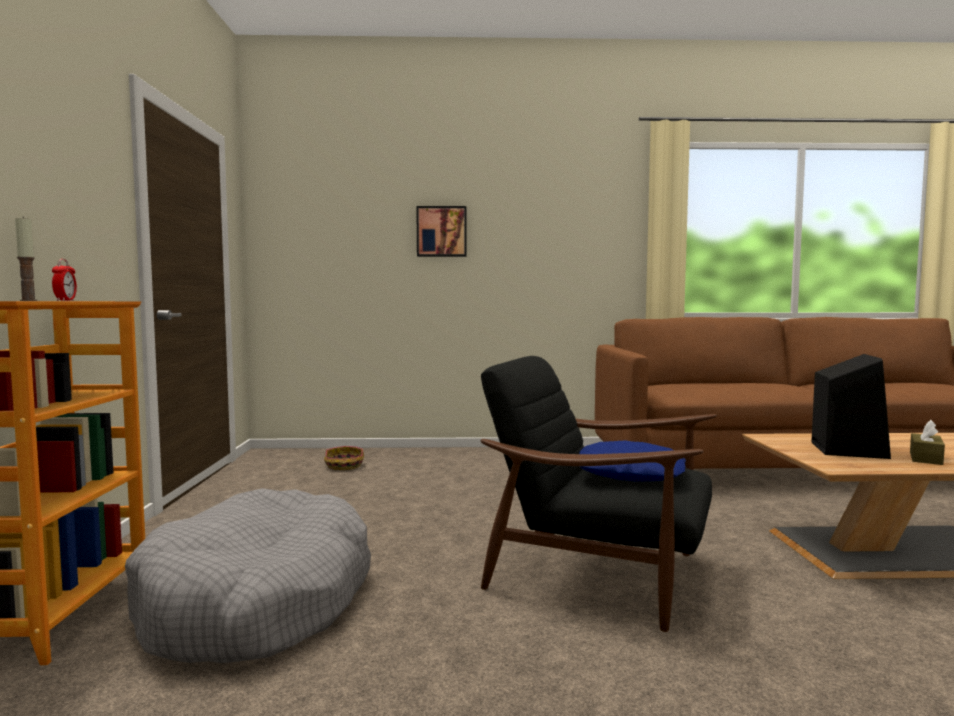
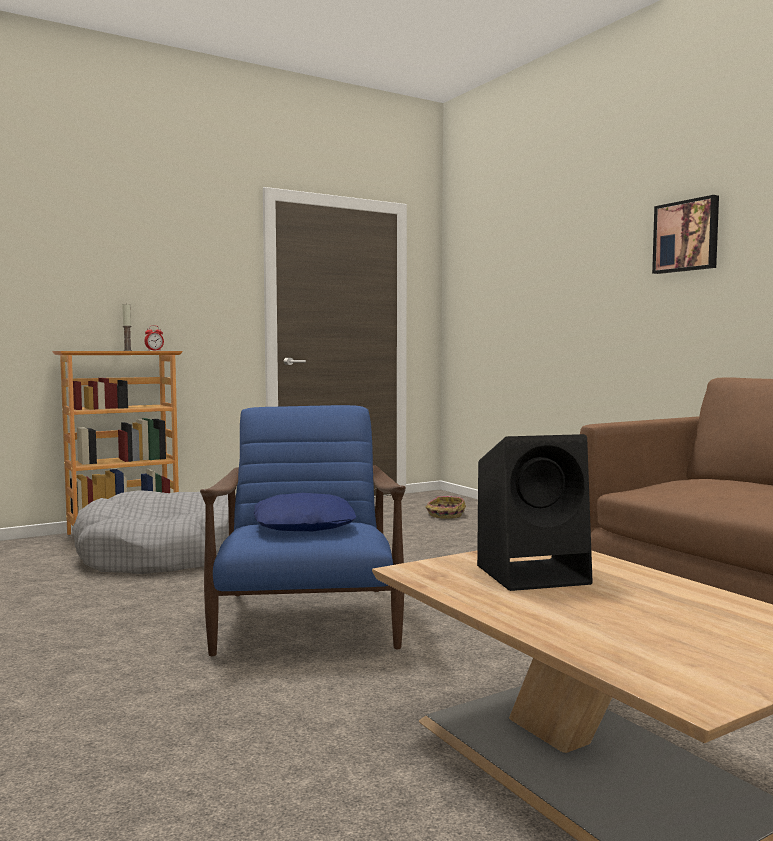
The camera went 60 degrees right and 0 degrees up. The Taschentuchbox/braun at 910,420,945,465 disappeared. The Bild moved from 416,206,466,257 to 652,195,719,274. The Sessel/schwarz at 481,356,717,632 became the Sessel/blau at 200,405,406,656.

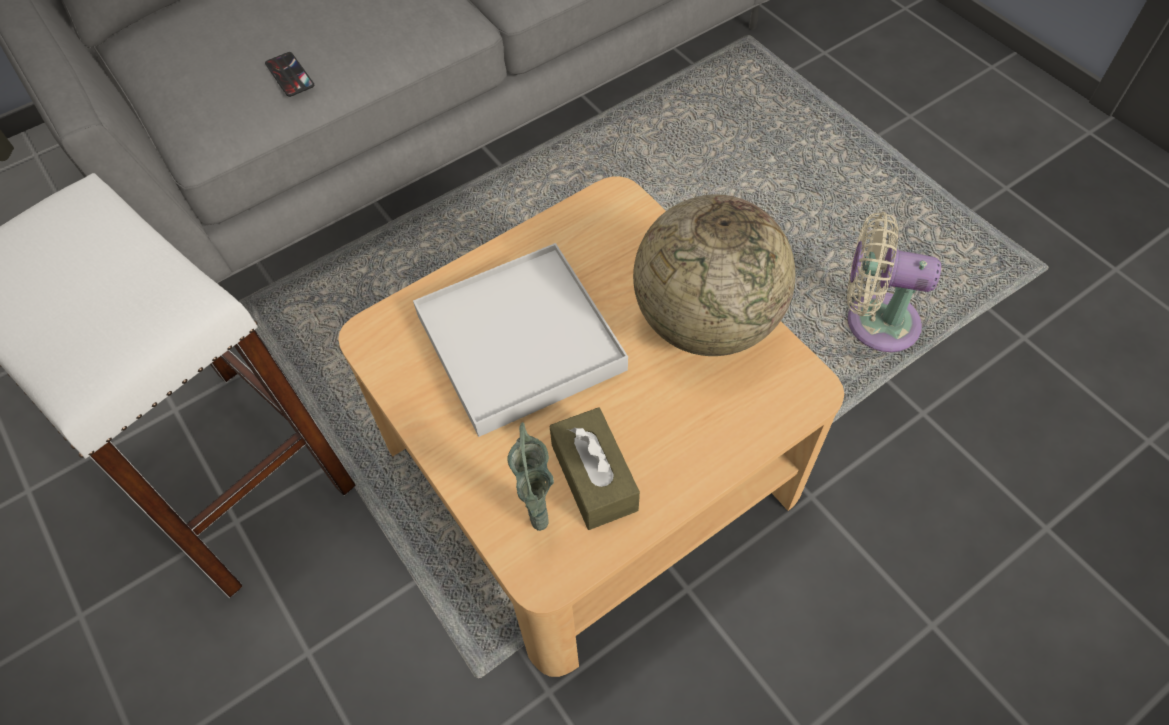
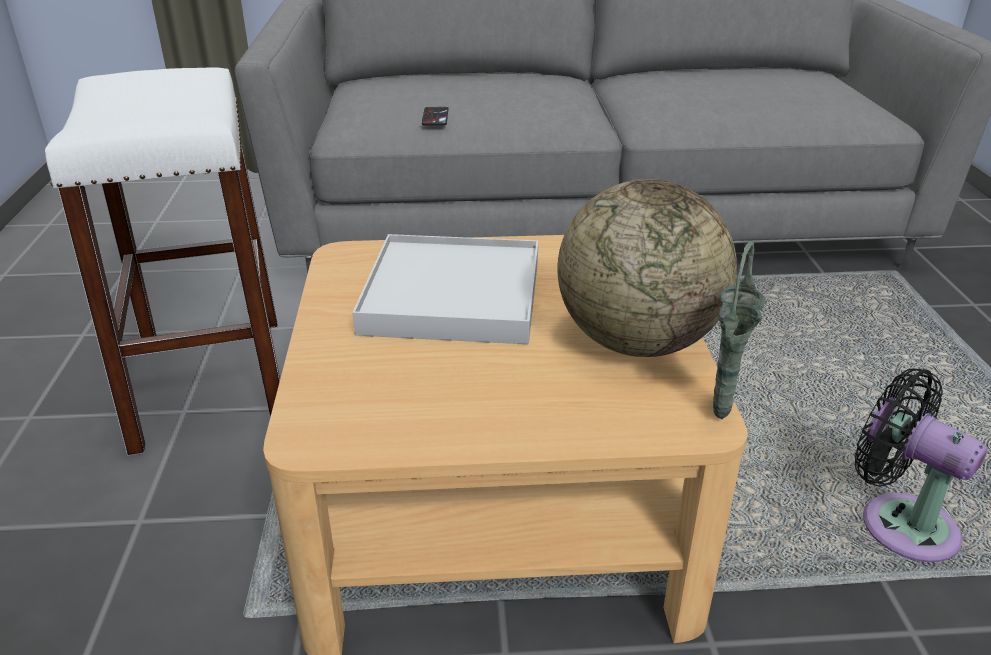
The camera went 30 degrees right and 25 degrees down. The Taschentuchbox/braun at 550,407,640,530 disappeared. The Vase/grün moved from 507,422,554,531 to 713,241,765,419. The Ventilator/beige at 847,212,941,352 became the Ventilator/schwarz at 855,368,987,562.

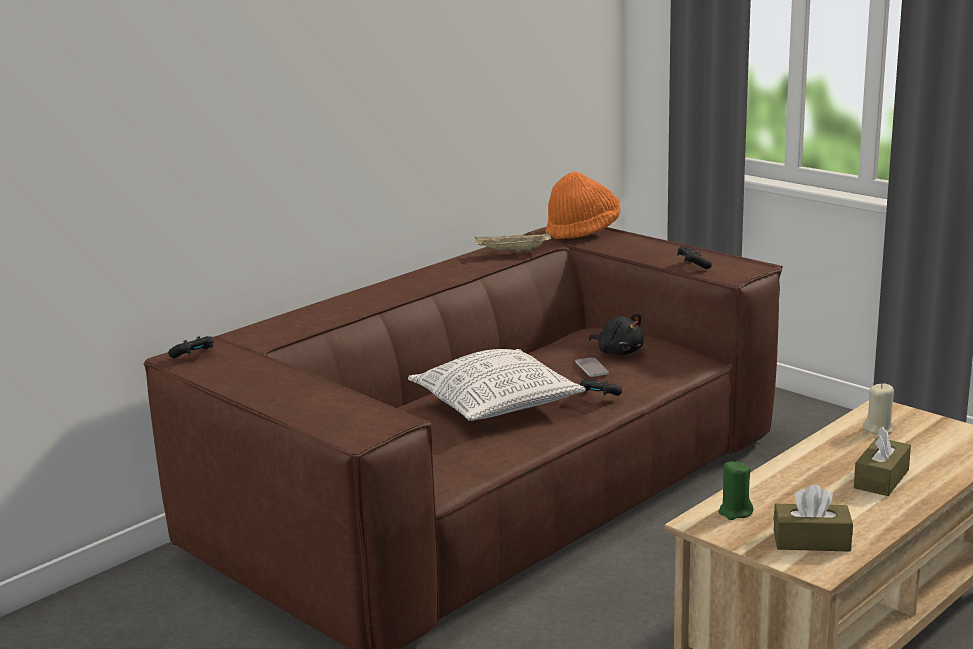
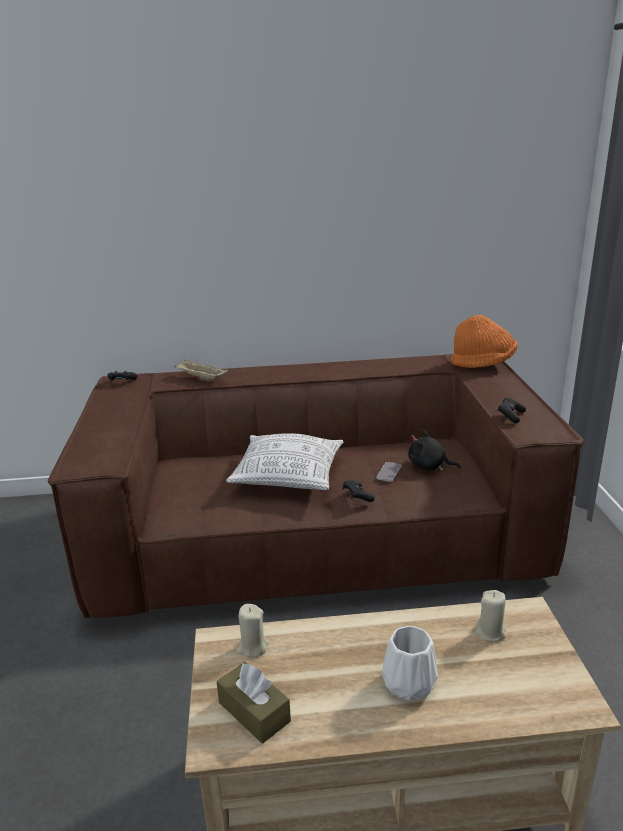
The camera went 40 degrees right and 5 degrees up. The Tablett/beige moved from 475,232,551,253 to 174,360,228,381. The Taschentuchbox/braun at 854,427,911,496 was replaced by the Vase/weiß at 382,626,438,701. The Kerze/grün at 719,461,753,520 became the Kerze/beige at 237,604,268,658. The Plüschtier/schwarz at 589,314,644,355 turned 120 degrees clockwise.

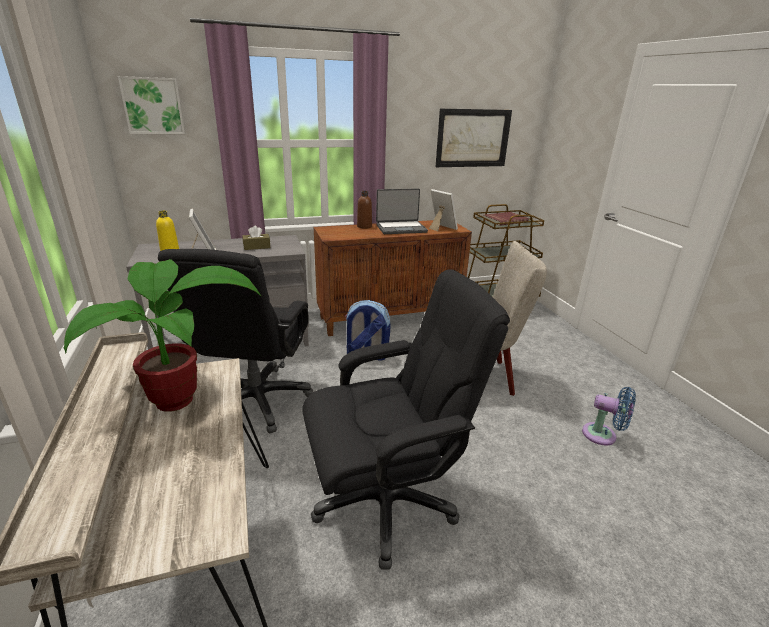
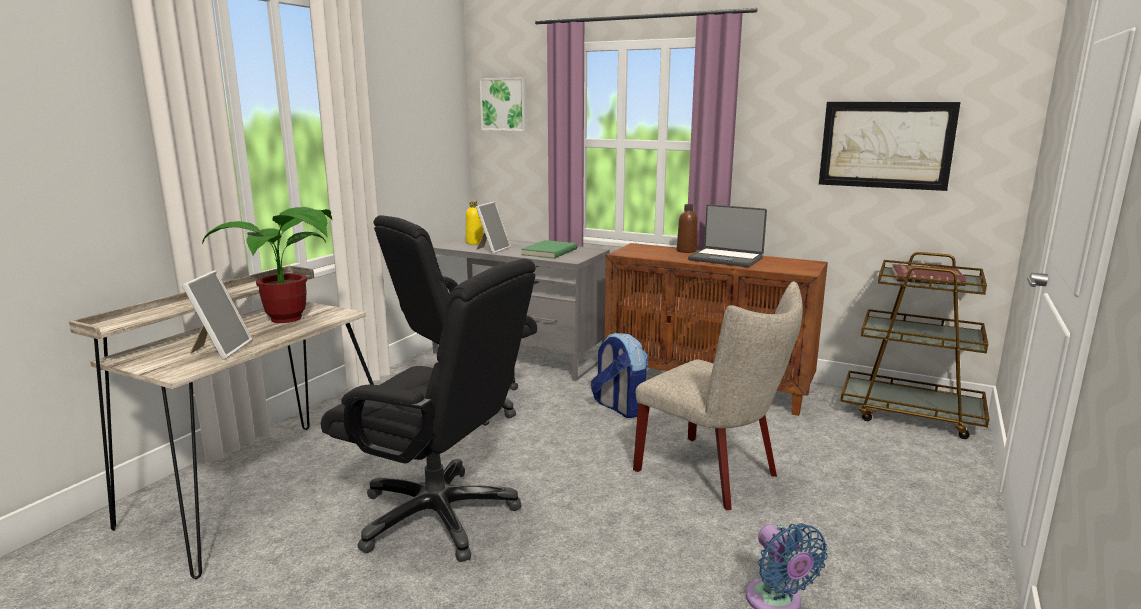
The camera went 45 degrees right and 10 degrees down. The Bilderrahmen moved from 429,189,458,231 to 182,270,253,360. The Taschentuchbox/braun at 242,226,270,250 was replaced by the Buch/grün at 521,240,578,259.

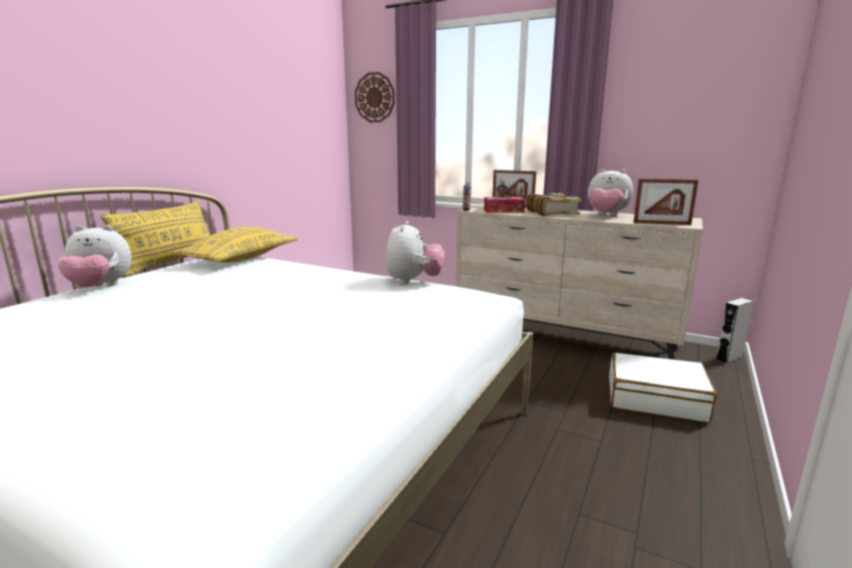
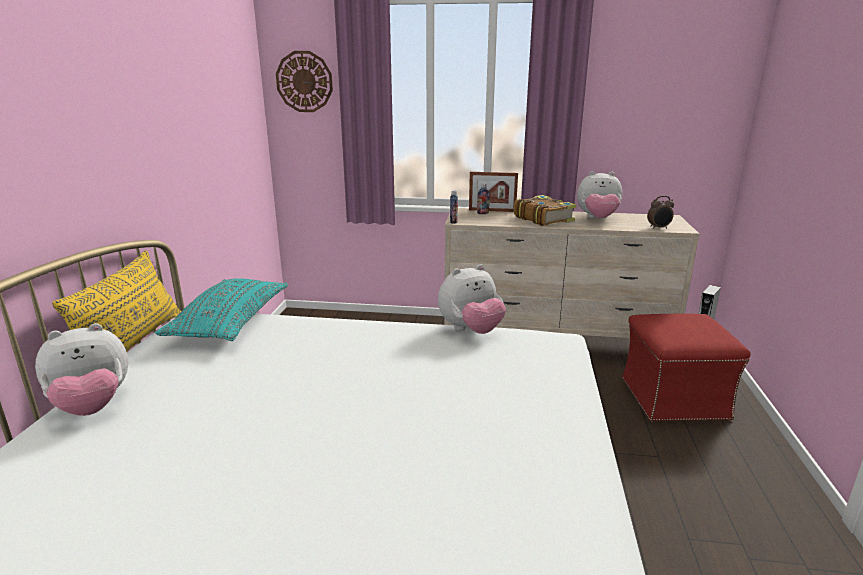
The camera went 20 degrees left and 5 degrees up. The Taschentuchbox at 484,197,525,213 disappeared. The Koffer/weiß at 609,352,717,423 was replaced by the Polsterhocker/rot at 622,314,751,422. The Bilderrahmen at 633,179,698,225 was replaced by the Wecker at 647,196,674,229. The Kissen/gelb at 174,227,299,263 became the Kissen/türkis at 155,278,288,341. The Plüschtier at 385,221,444,284 turned 75 degrees clockwise.

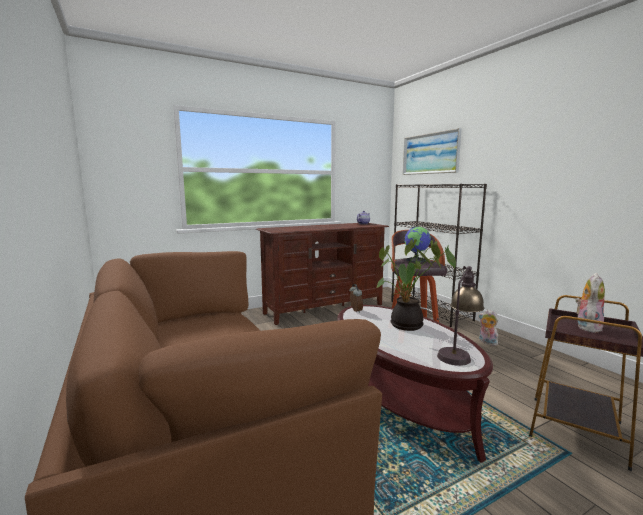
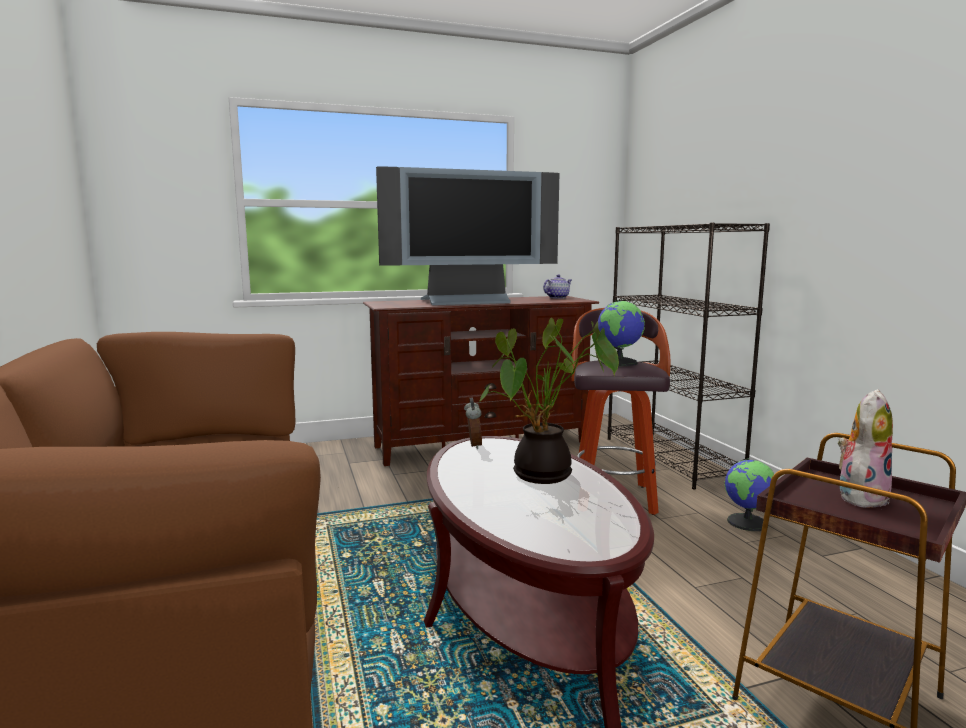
The camera went 10 degrees right and 0 degrees up. The Bild at 403,128,462,175 disappeared. The Tischlampe at 437,266,484,366 disappeared. The Fernseher at 376,166,559,305 appeared. The Plüschtier at 478,310,499,346 was replaced by the Globus at 724,458,774,531.

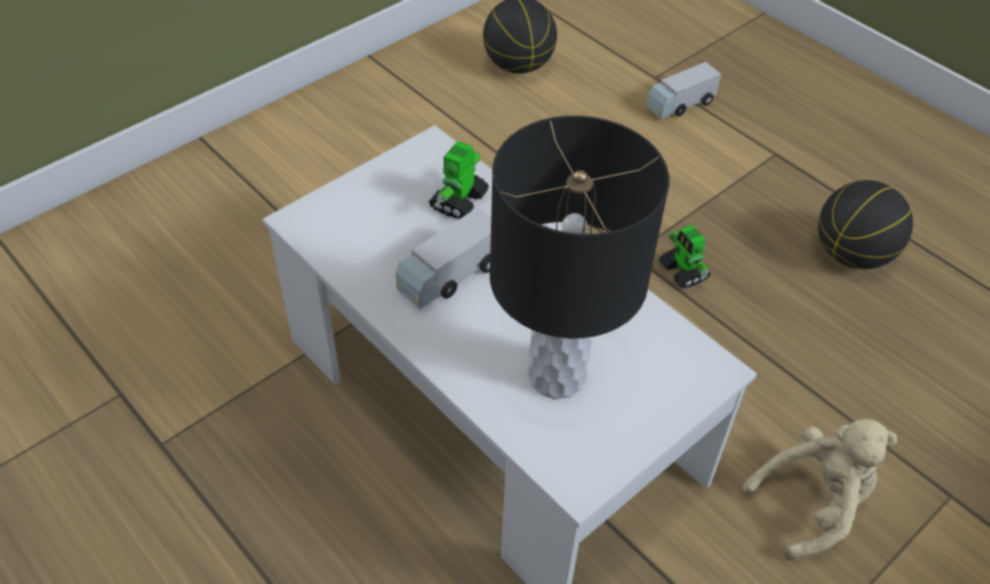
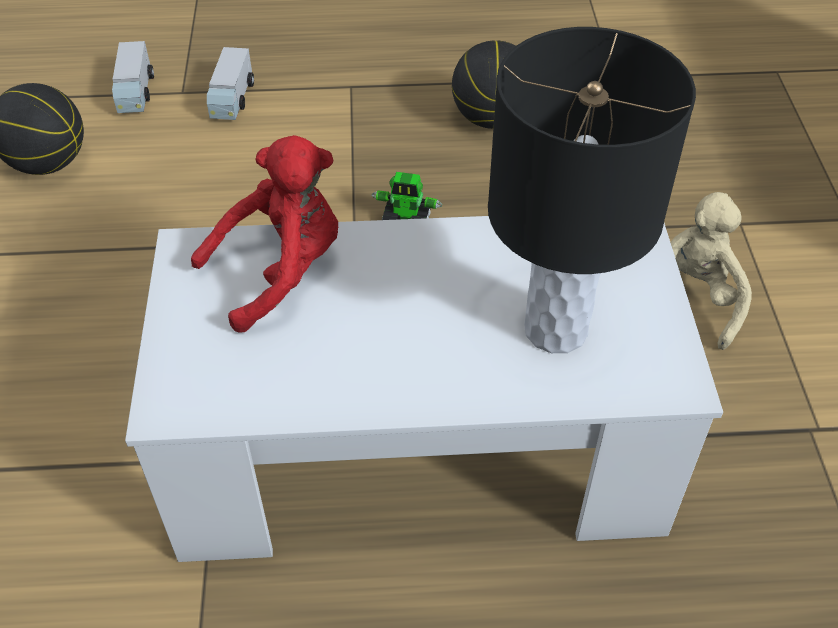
The camera went 50 degrees left and 0 degrees up. The Spielzeuglaster moved from 395,208,491,309 to 112,41,154,113. The Spielzeugroboter at 429,141,489,219 was replaced by the Plüschtier/rot at 191,135,339,333.

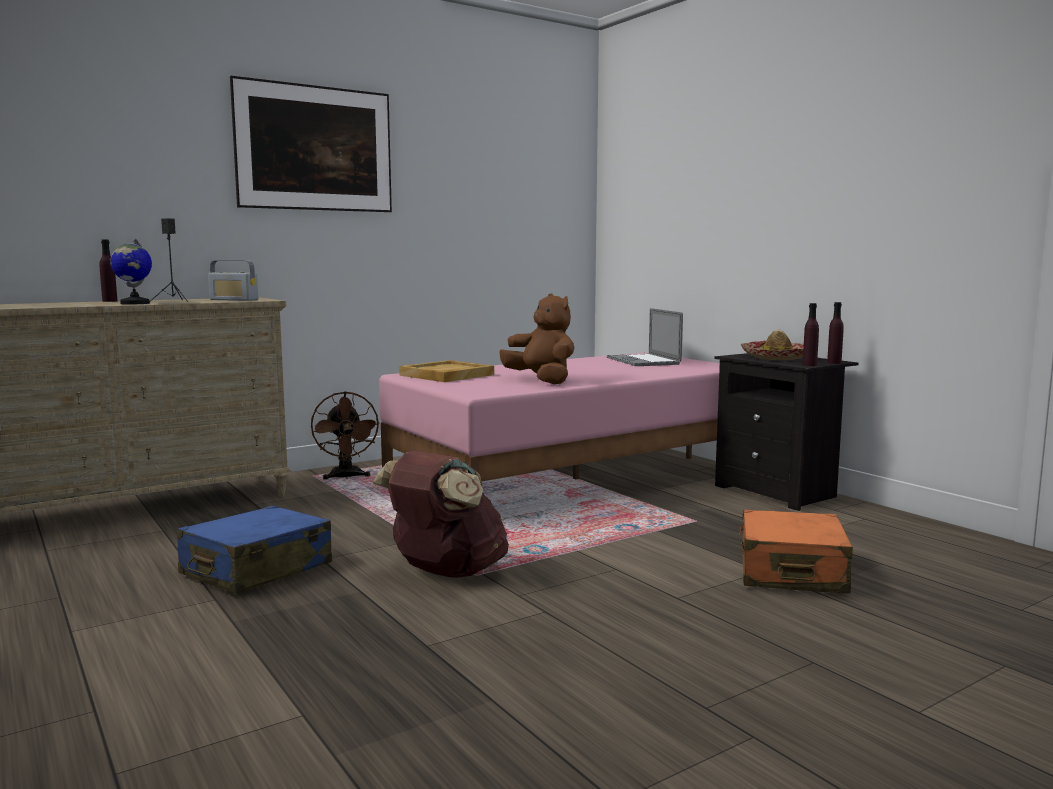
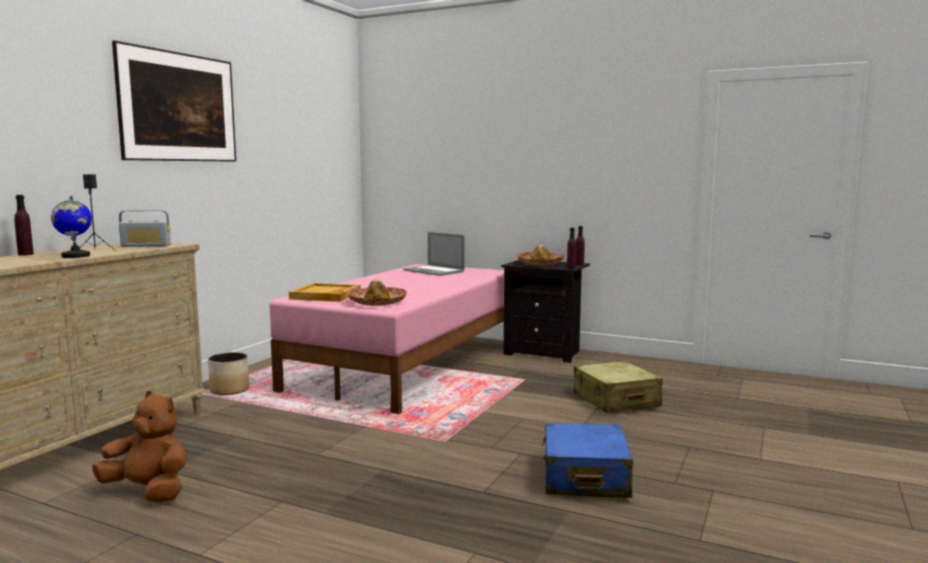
The camera went 30 degrees left and 0 degrees up. The Rucksack/braun at 373,451,509,578 disappeared. The Hut at 346,279,407,306 appeared. The Koffer/blau moved from 177,506,332,594 to 542,423,633,498. The Plüschtier/braun moved from 500,293,574,384 to 92,391,187,503. The Ventilator/braun at 311,391,380,480 was replaced by the Pflanzkübel at 208,352,249,395. The Koffer/orange at 738,509,853,594 became the Koffer/beige at 574,361,663,413.

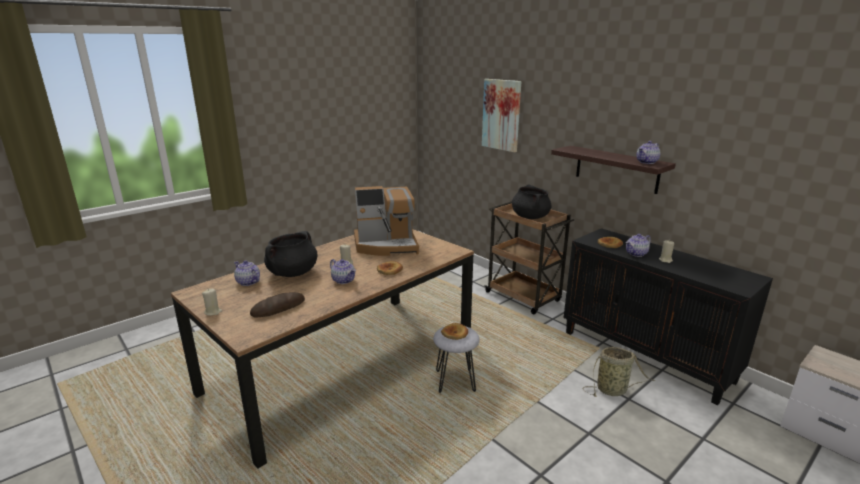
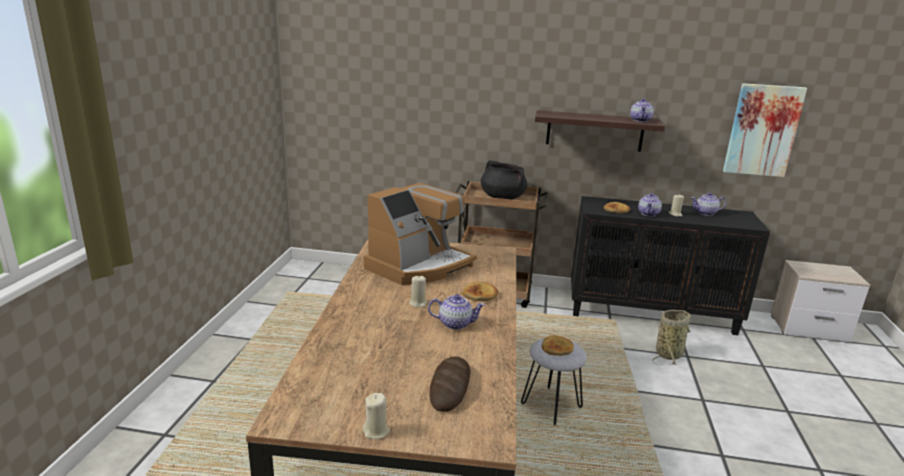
The camera went 40 degrees left and 0 degrees up. The Kochtopf/schwarz at 264,231,317,277 disappeared. The Teekanne moved from 234,260,260,286 to 691,193,726,216. The Bild moved from 482,79,522,152 to 723,83,807,177.

